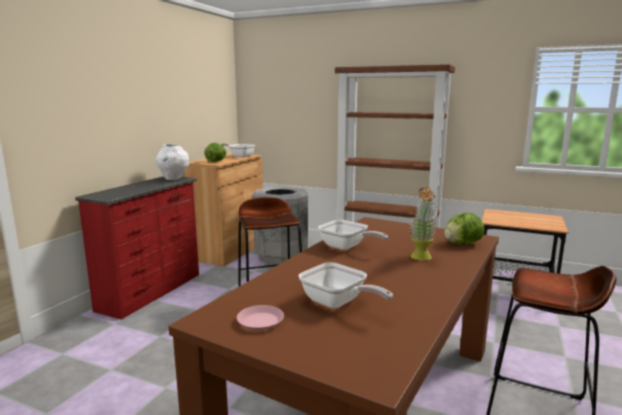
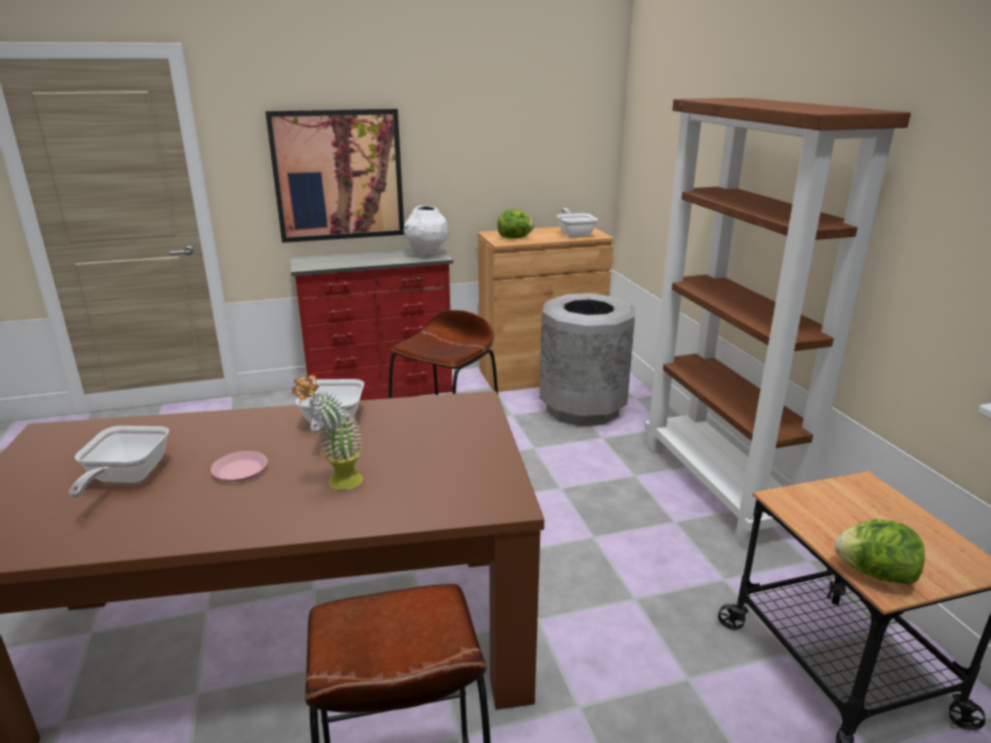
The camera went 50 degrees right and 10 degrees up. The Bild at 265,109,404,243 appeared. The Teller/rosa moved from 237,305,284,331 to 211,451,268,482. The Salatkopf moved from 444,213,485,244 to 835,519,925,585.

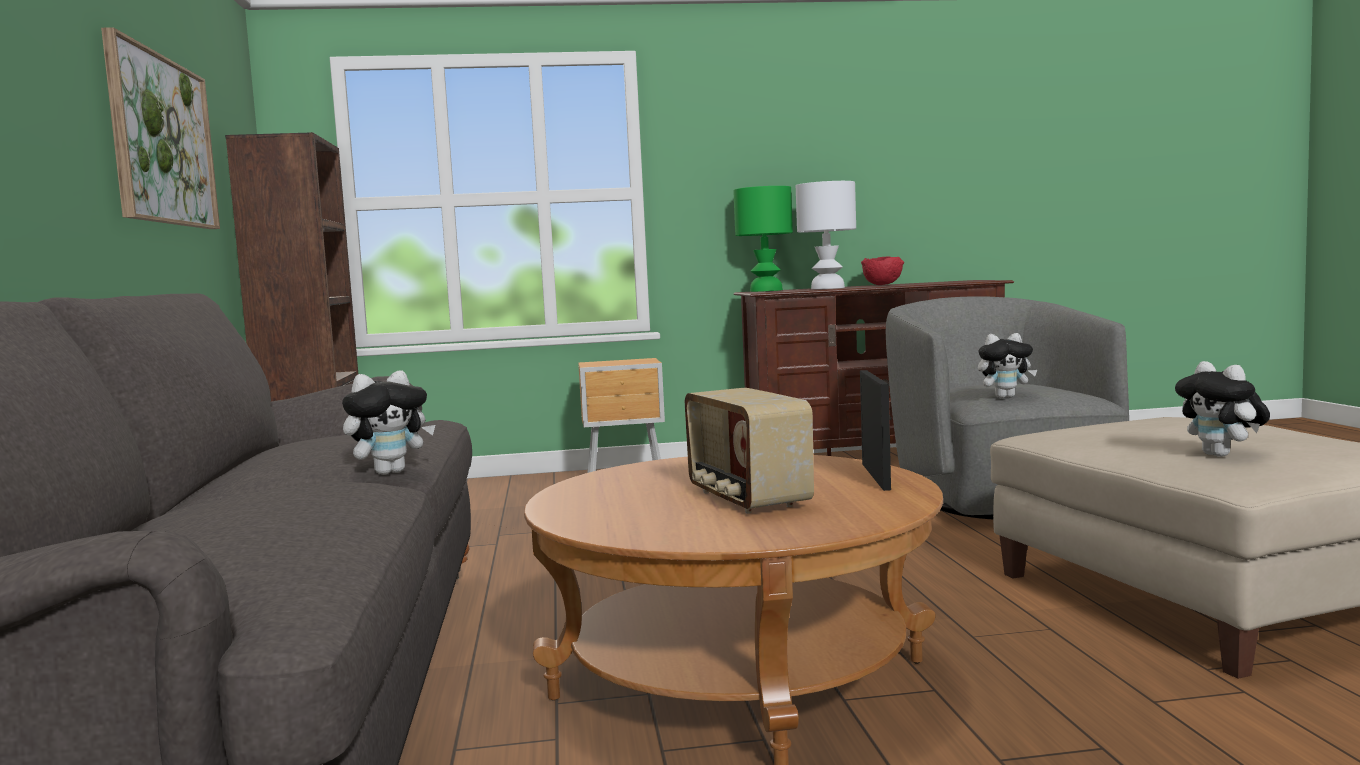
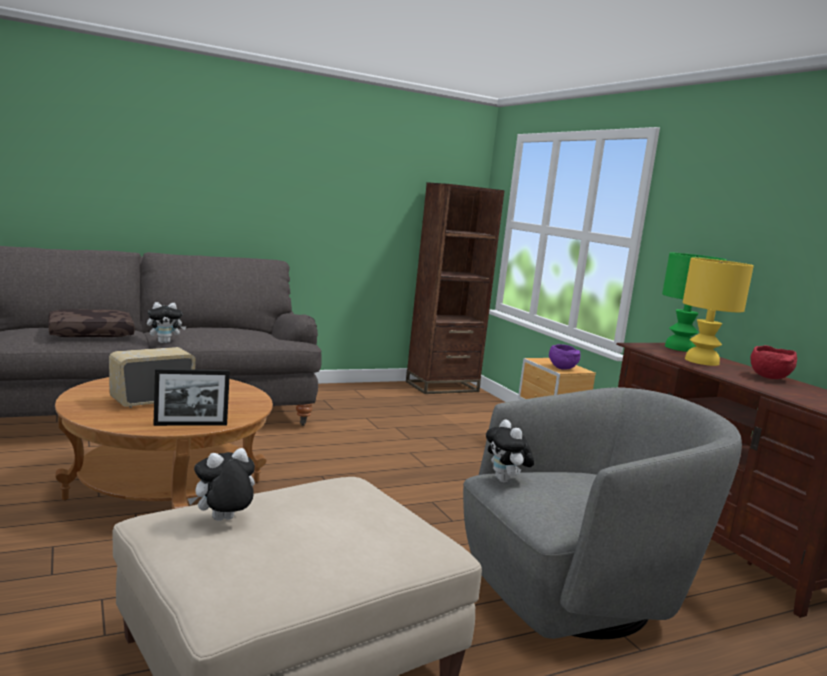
The camera went 70 degrees right and 5 degrees up. The Bild at 101,27,220,229 disappeared. The Kissen/braun at 49,309,135,337 appeared. The Schüssel/lila at 549,344,581,370 appeared. The Tischlampe/weiß at 796,181,856,289 became the Tischlampe/gelb at 683,258,754,366. The Plüschtier at 342,370,435,475 turned 60 degrees counterclockwise.

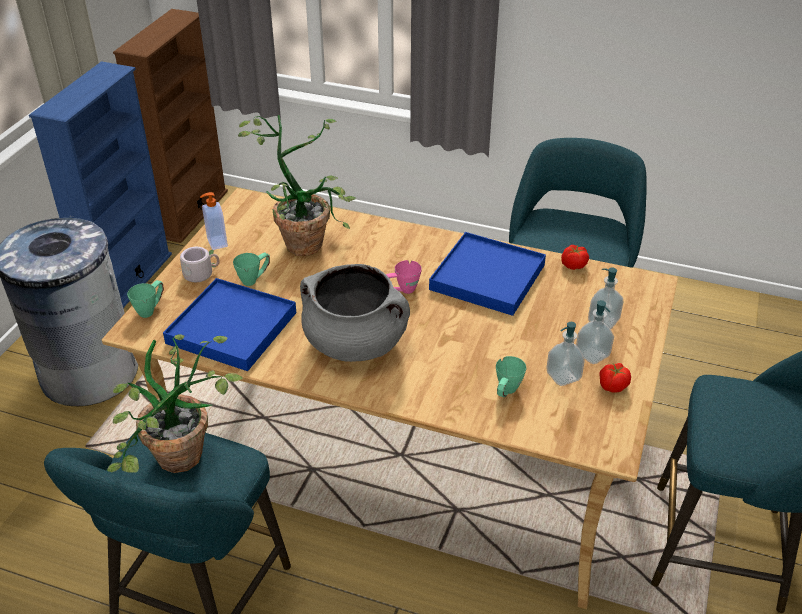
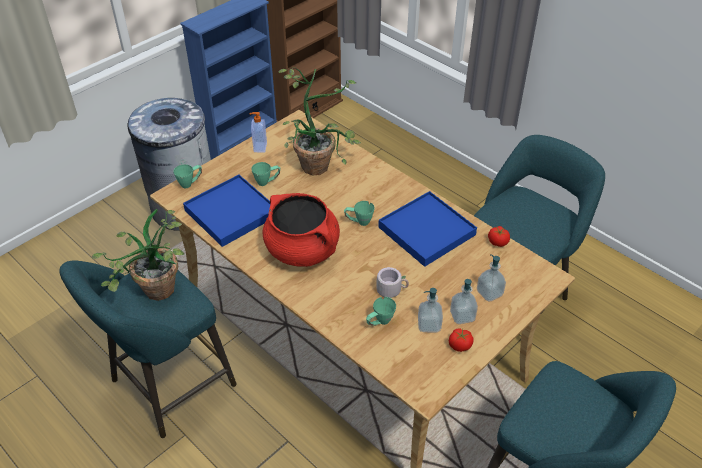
The camera went 25 degrees right and 5 degrees up. The Henkelbecher/grau moved from 180,247,220,282 to 376,267,409,298. The Kochtopf/grau at 300,264,410,362 became the Kochtopf/rot at 263,193,340,267. The Henkelbecher/rosa at 386,260,421,294 became the Henkelbecher/grün at 344,201,375,226.

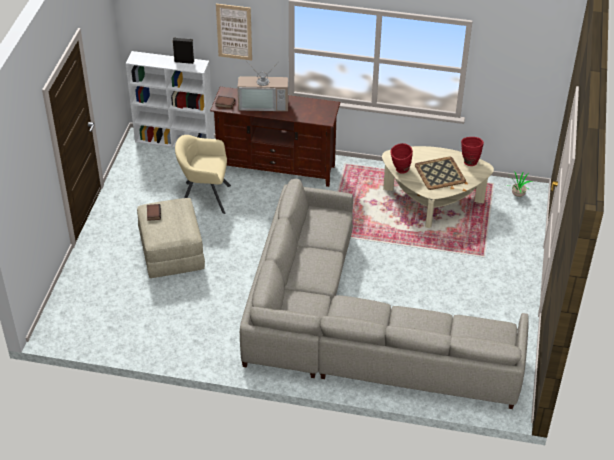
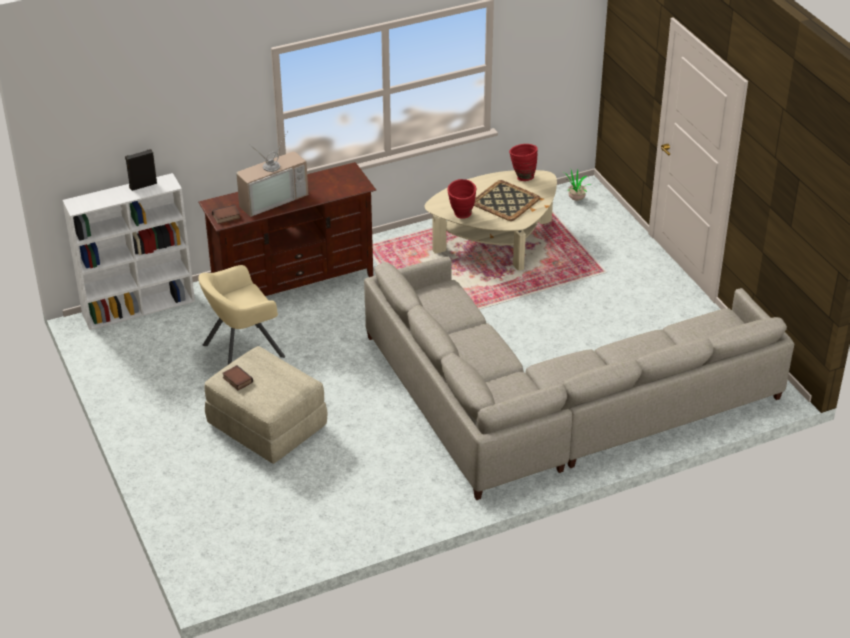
The camera went 35 degrees left and 5 degrees down. The Bild at 216,4,252,61 disappeared.

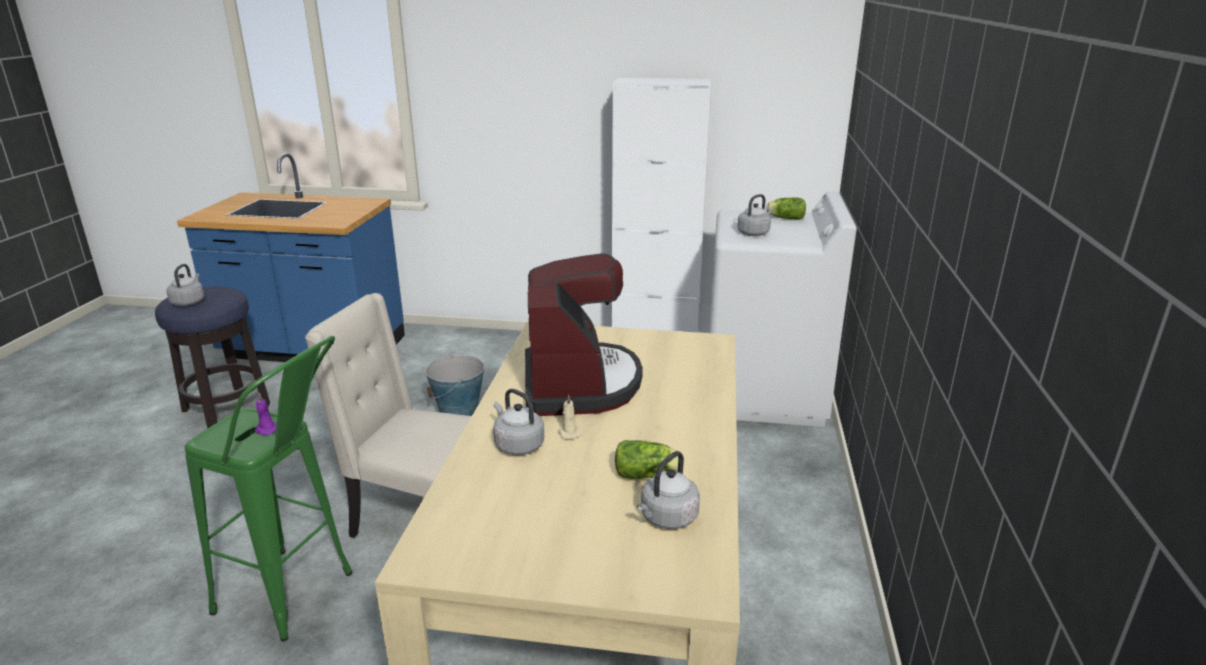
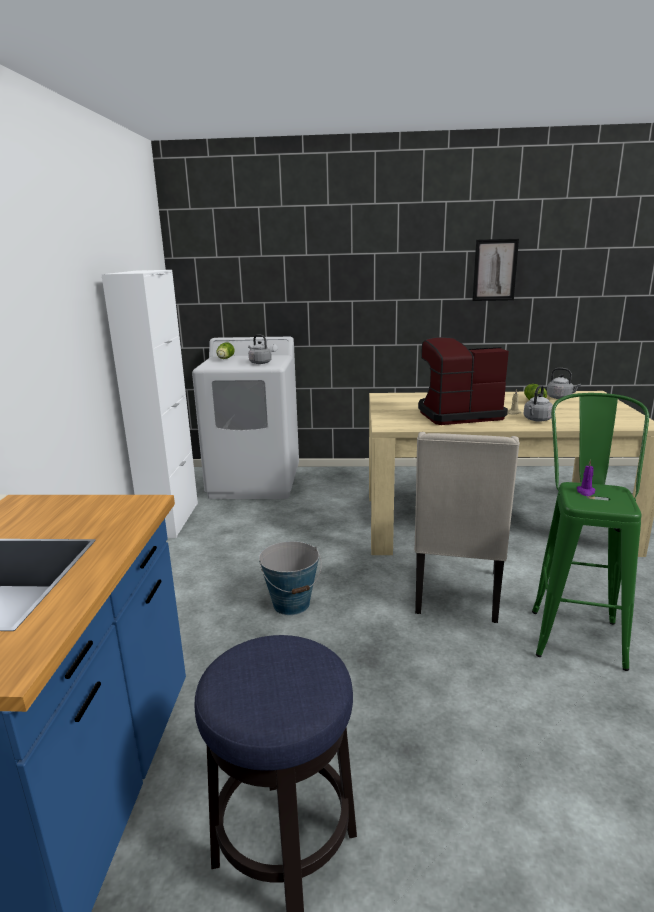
The camera went 95 degrees left and 5 degrees down. The Wasserkessel/grau at 167,264,204,306 disappeared. The Bild at 472,239,519,301 appeared.

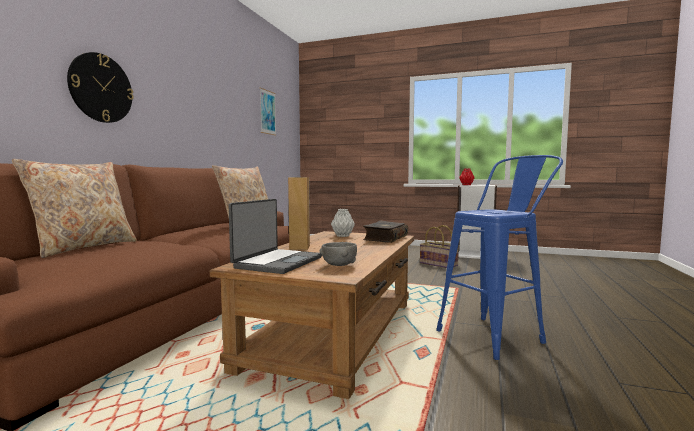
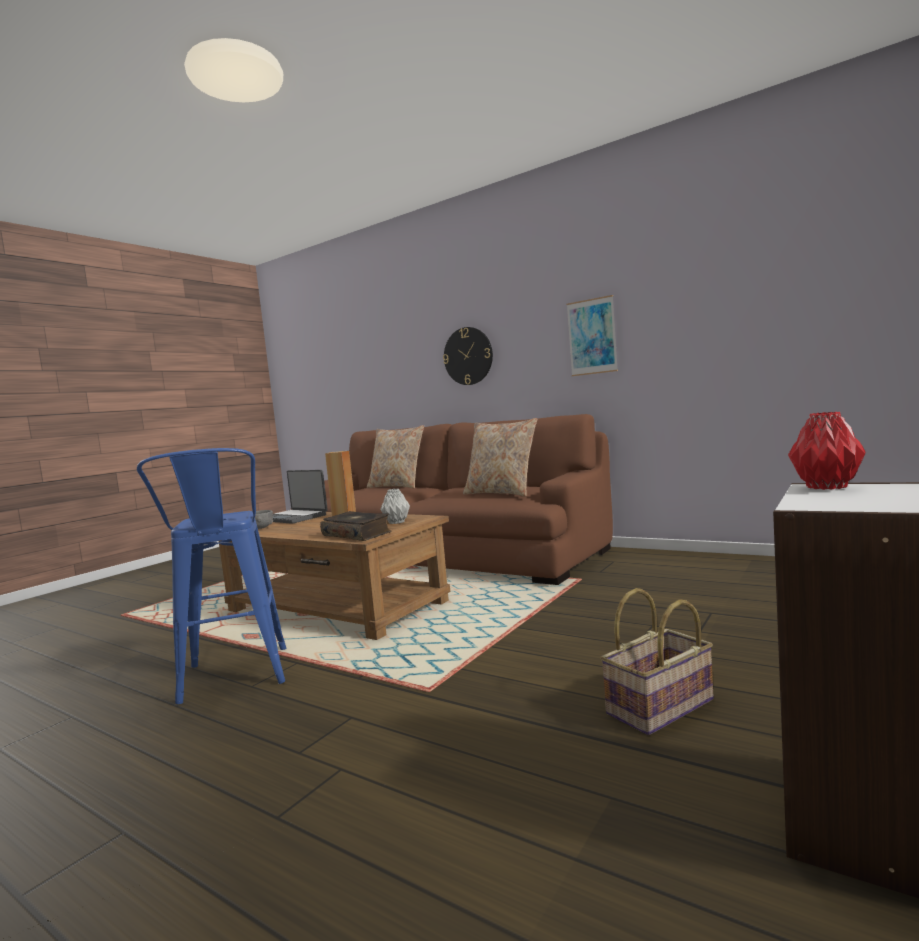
The camera went 105 degrees right and 0 degrees up. The Bild moved from 260,88,276,136 to 567,295,618,376.

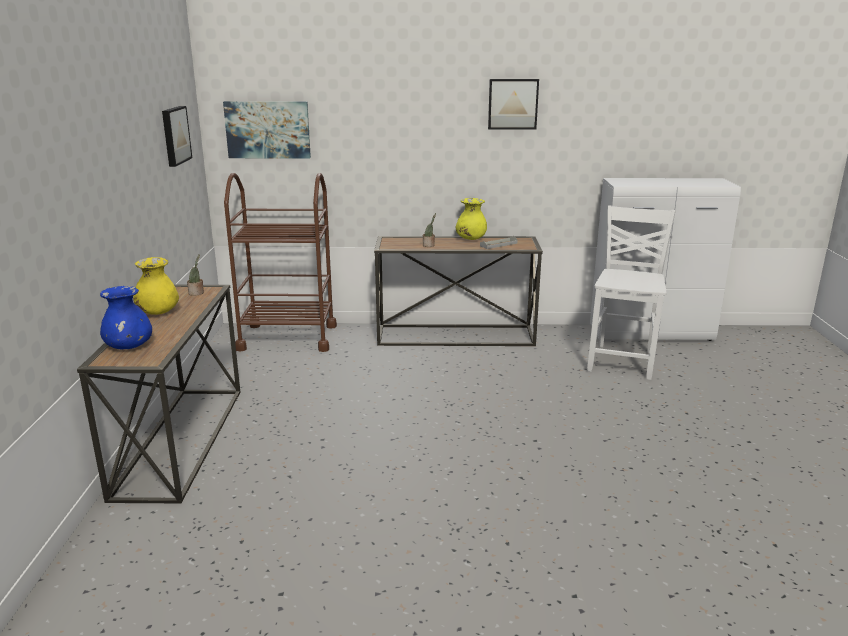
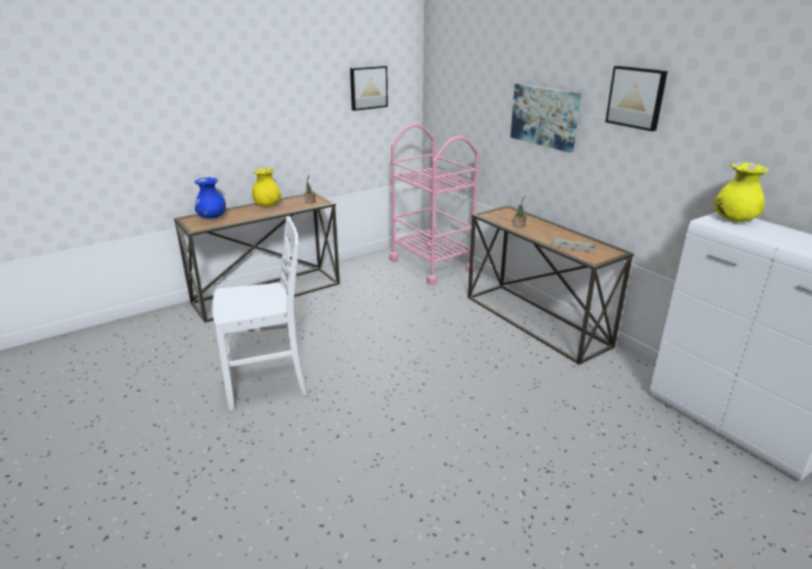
The camera went 55 degrees right and 5 degrees up. The Bild moved from 223,101,311,158 to 510,84,581,153. The Vase/gelb moved from 456,198,487,240 to 714,163,769,222. The Stuhl/weiß moved from 587,205,676,380 to 212,216,308,411. The Rollwagen/braun at 224,173,337,352 became the Rollwagen/rosa at 389,124,479,285.

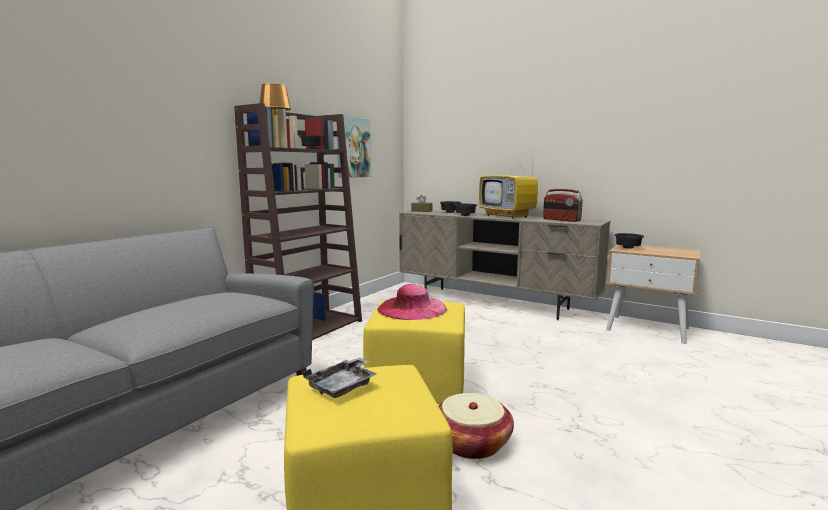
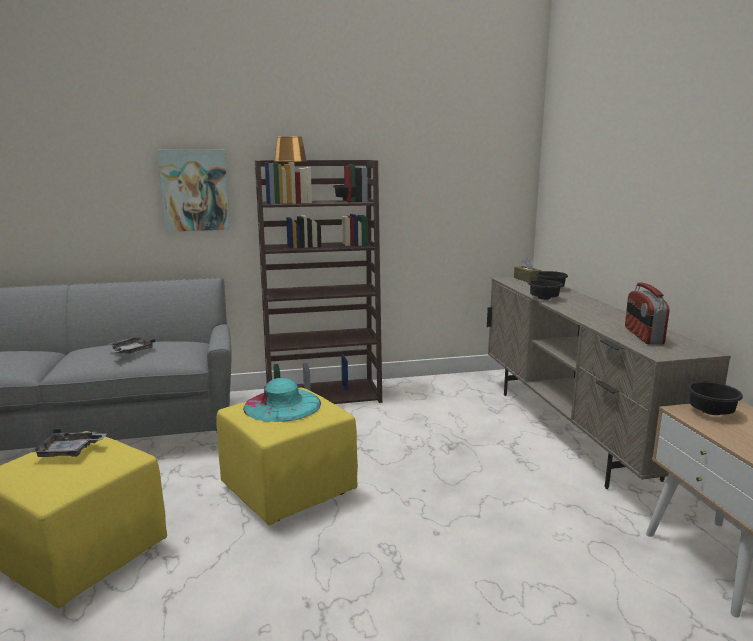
The camera went 45 degrees right and 5 degrees up. The Korb at 438,393,514,459 disappeared. The Fernseher at 479,161,538,219 disappeared. The Tablett/grau at 108,337,155,354 appeared. The Bild moved from 337,116,371,178 to 157,150,230,232. The Hut/rosa at 378,284,447,320 became the Hut/türkis at 243,378,321,422.

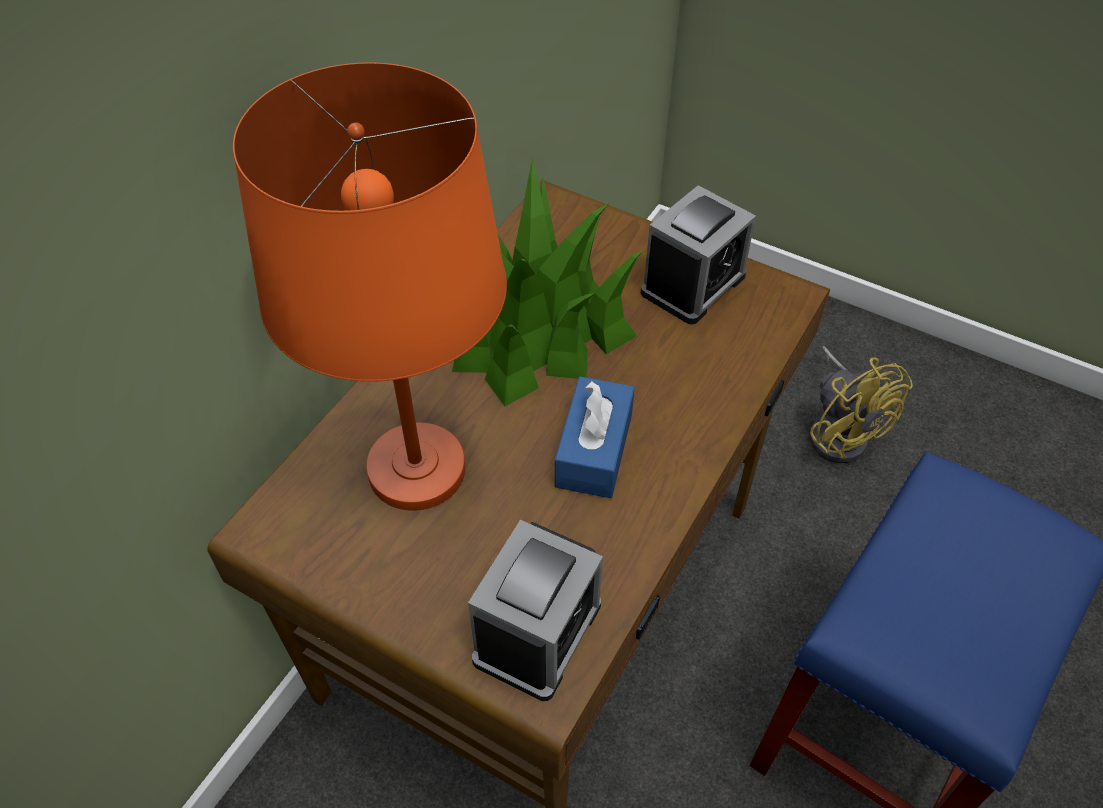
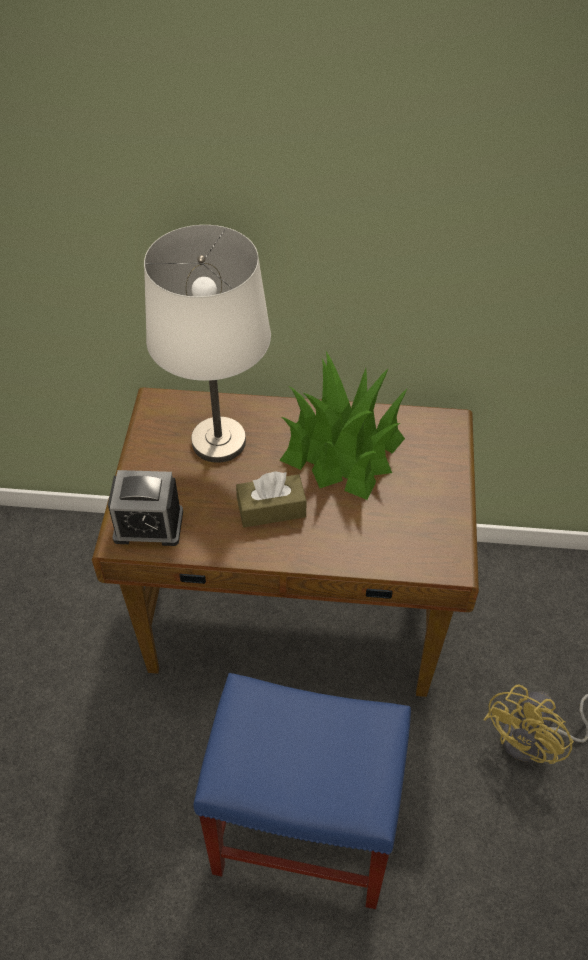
The camera went 65 degrees right and 0 degrees up. The Wecker at 641,185,756,325 disappeared. The Tischlampe/orange at 233,62,507,511 became the Tischlampe/weiß at 144,225,271,463. The Taschentuchbox/blau at 555,376,635,498 became the Taschentuchbox/braun at 236,471,307,527.

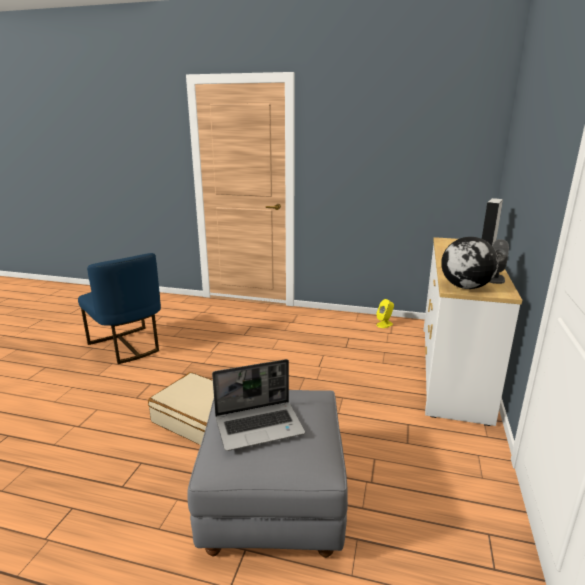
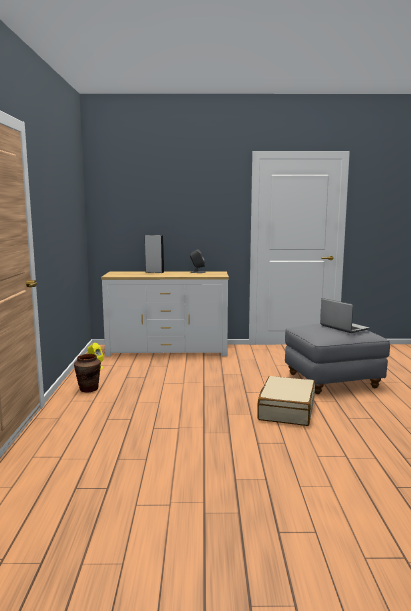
The camera went 105 degrees left and 10 degrees down. The Stuhl/blau at 78,253,161,364 disappeared. The Globus at 441,237,499,289 disappeared. The Vase/braun at 74,354,101,392 appeared.

